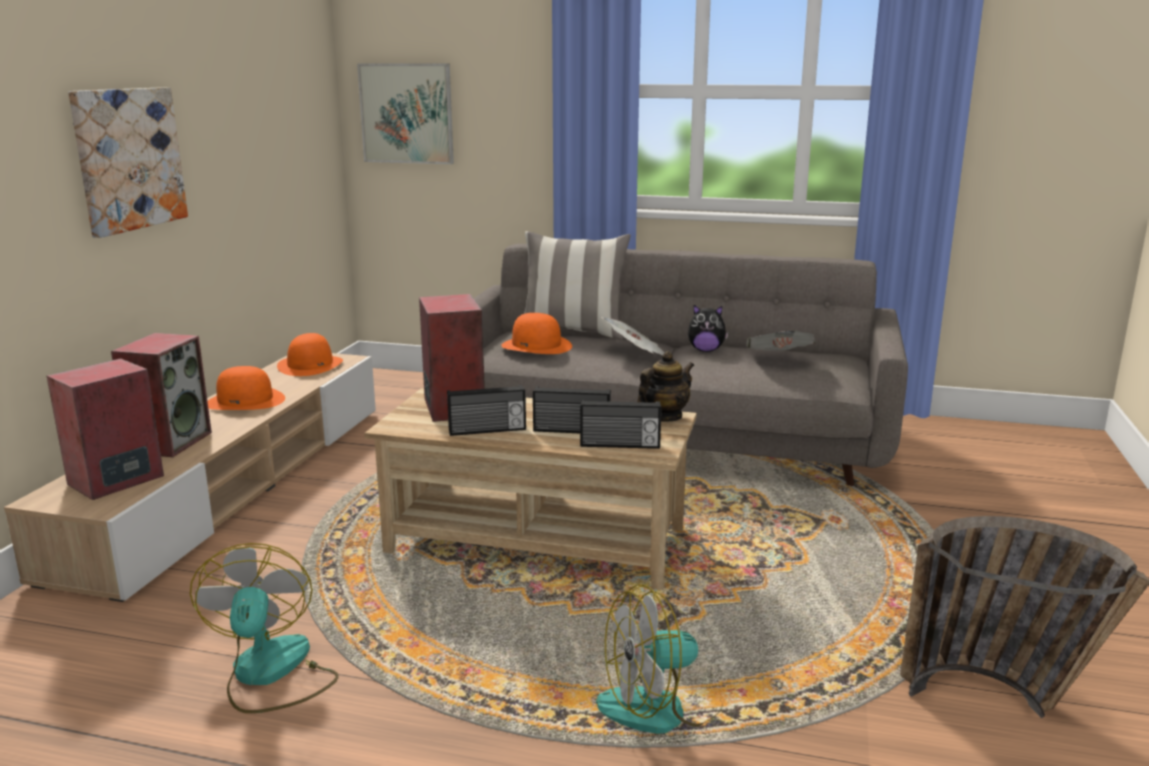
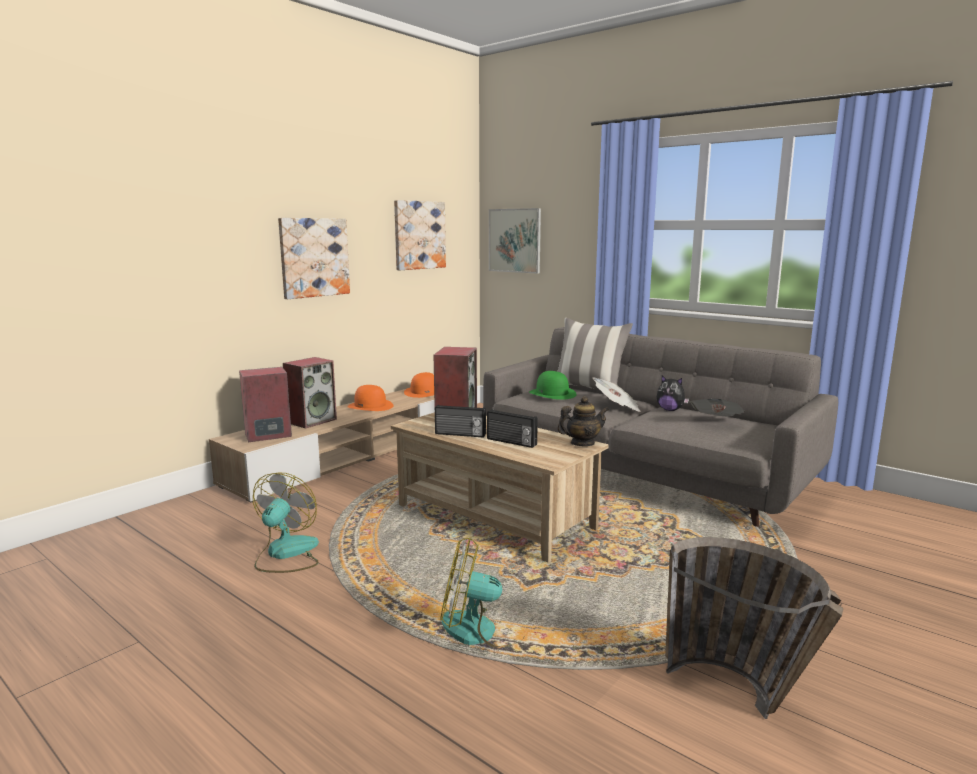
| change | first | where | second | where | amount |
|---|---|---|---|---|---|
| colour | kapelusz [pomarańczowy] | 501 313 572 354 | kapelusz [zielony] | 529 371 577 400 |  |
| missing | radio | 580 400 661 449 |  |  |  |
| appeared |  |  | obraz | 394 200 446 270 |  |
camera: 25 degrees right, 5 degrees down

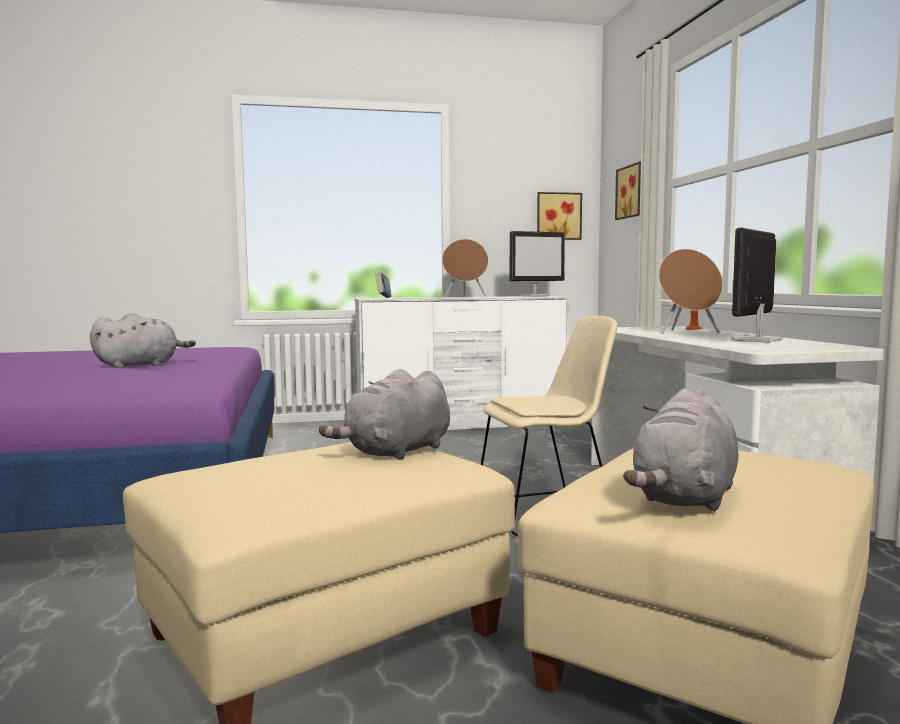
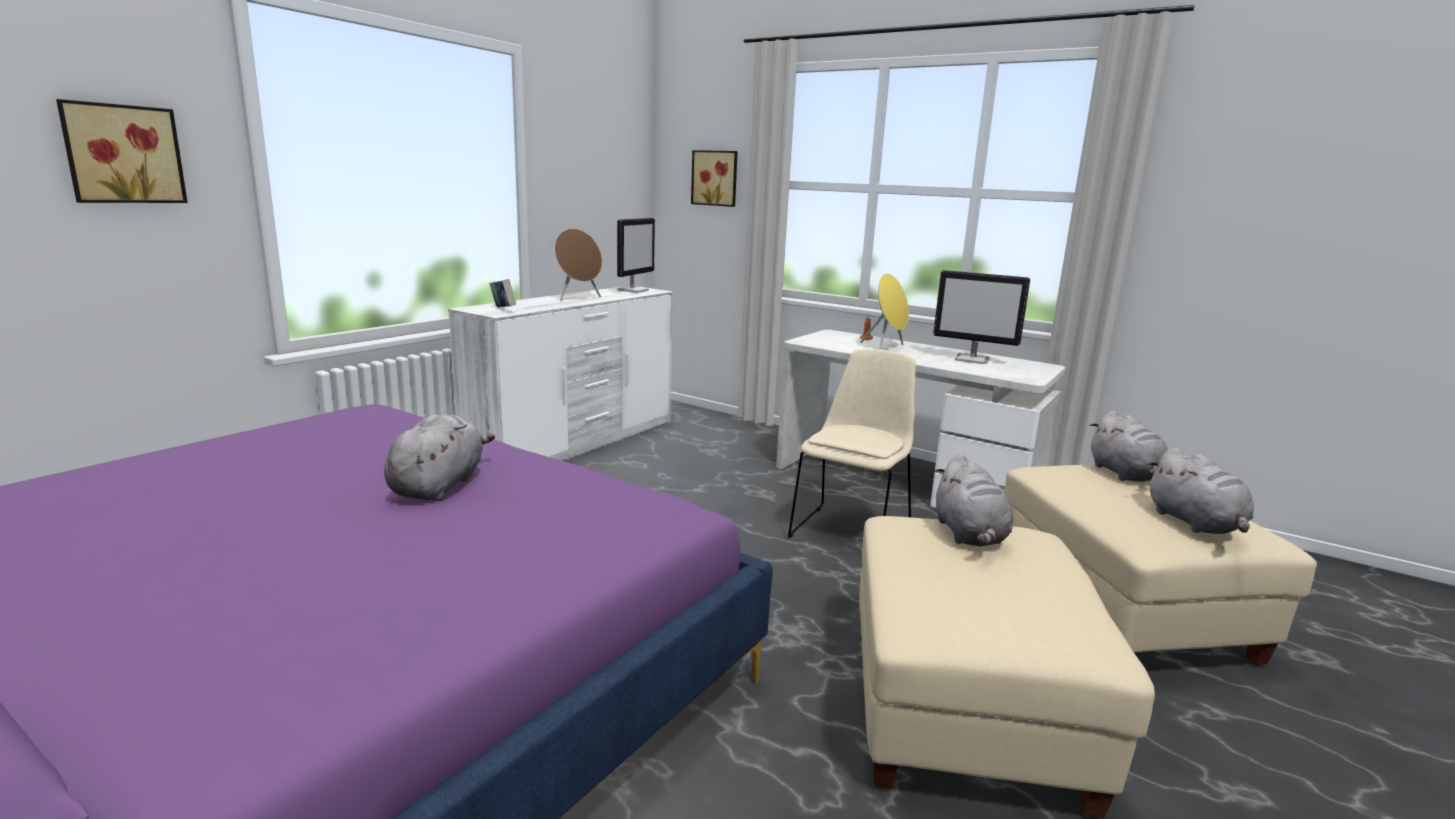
| change | first | where | second | where | amount |
|---|---|---|---|---|---|
| relocated | obraz | 537 192 582 240 |  | 56 99 188 203 |  |
| spun | monitor | 732 228 782 343 |  | 933 270 1030 364 | 60 degrees counterclockwise |
| colour | głośnik [brązowy] | 659 249 723 334 | głośnik [żółty] | 860 274 909 349 |  |
| appeared |  |  | pluszak [szary] | 1090 411 1168 482 |  |
camera: 45 degrees left, 10 degrees up

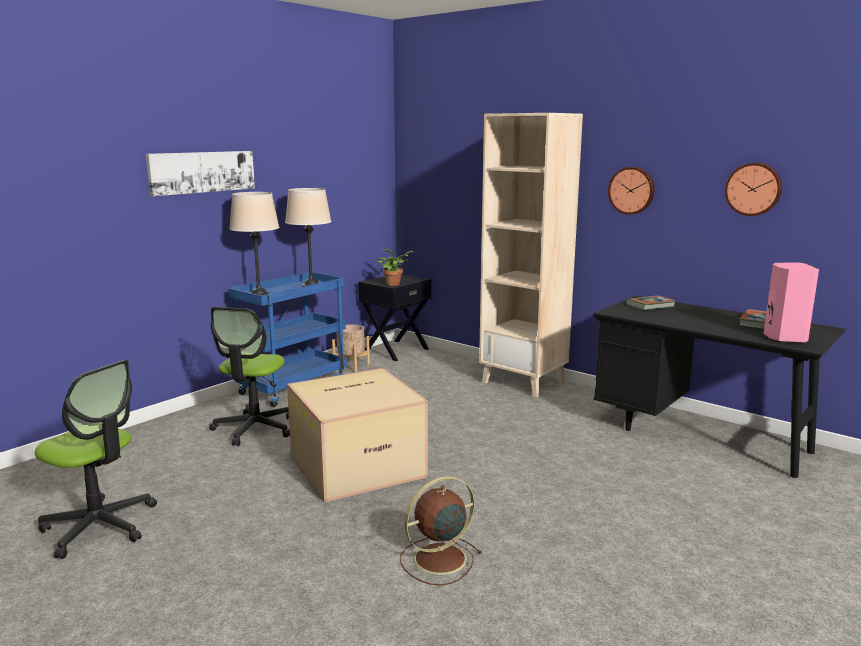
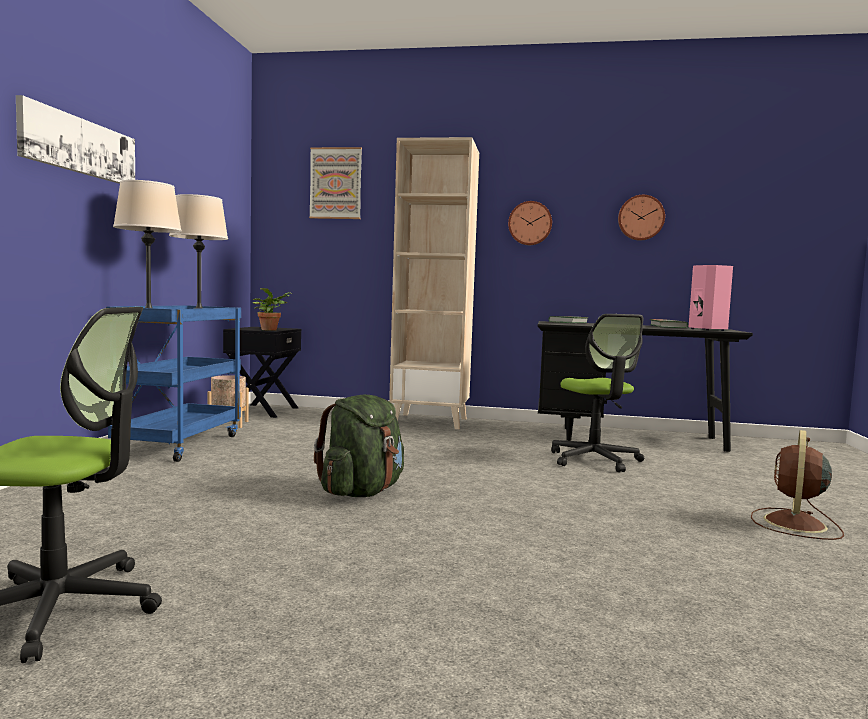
| change | first | where | second | where | amount |
|---|---|---|---|---|---|
| relocated | krzesło biurowe | 209 307 290 446 |  | 551 314 644 472 |  |
| exchanged | karton | 287 368 428 503 | plecak [zielony] | 314 395 404 497 |  |
| relocated | wentylator [brązowy] | 400 476 482 586 |  | 751 430 844 540 |  |
| appeared |  |  | obraz | 309 147 362 219 |  |
camera: 30 degrees left, 10 degrees down

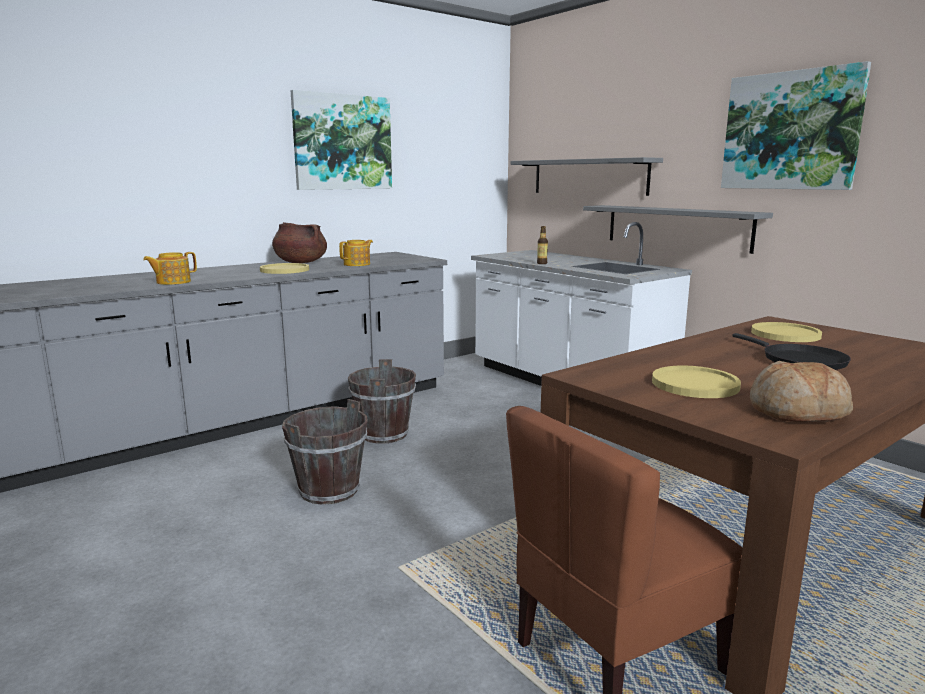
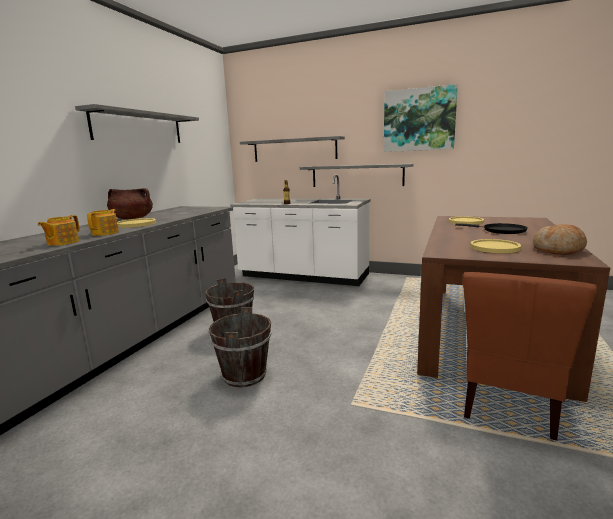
| change | first | where | second | where | amount |
|---|---|---|---|---|---|
| exchanged | obraz | 291 90 392 190 | półka [szary] | 75 104 199 143 |  |
| relocated | imbryk | 339 240 373 266 |  | 87 209 119 236 |  |
camera: 30 degrees left, 0 degrees up

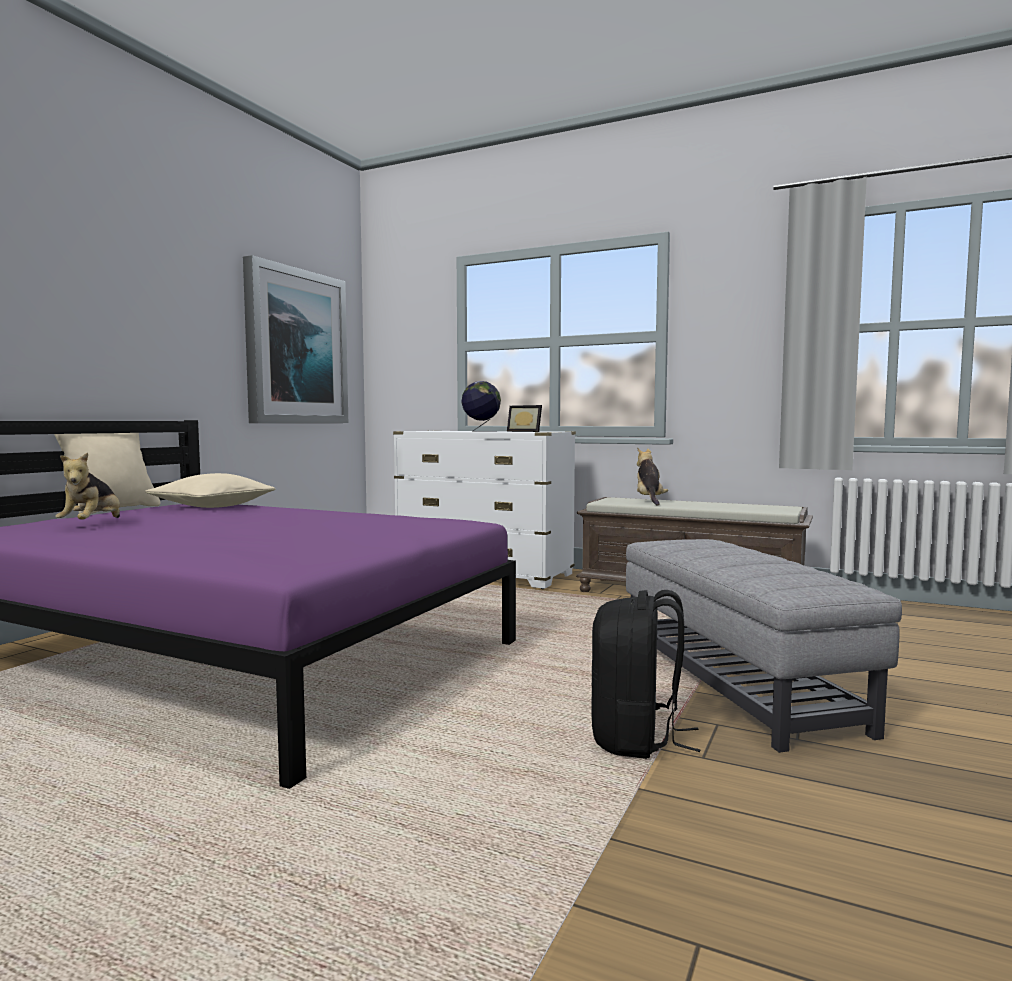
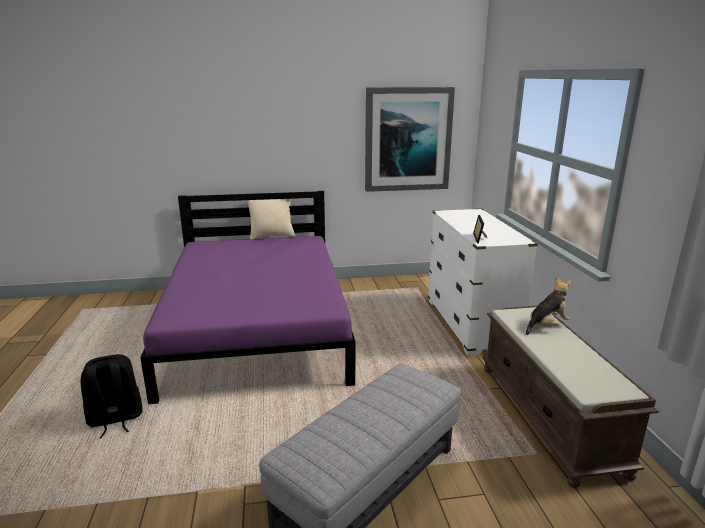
| change | first | where | second | where | amount |
|---|---|---|---|---|---|
| missing | globus | 461 381 501 432 |  |  |  |
| missing | pluszak | 55 452 120 520 |  |  |  |
| missing | poduszka [beżowy] | 145 473 275 508 |  |  |  |
| relocated | plecak [czarny] | 592 590 701 759 |  | 81 354 143 438 |  |
camera: 55 degrees right, 15 degrees up

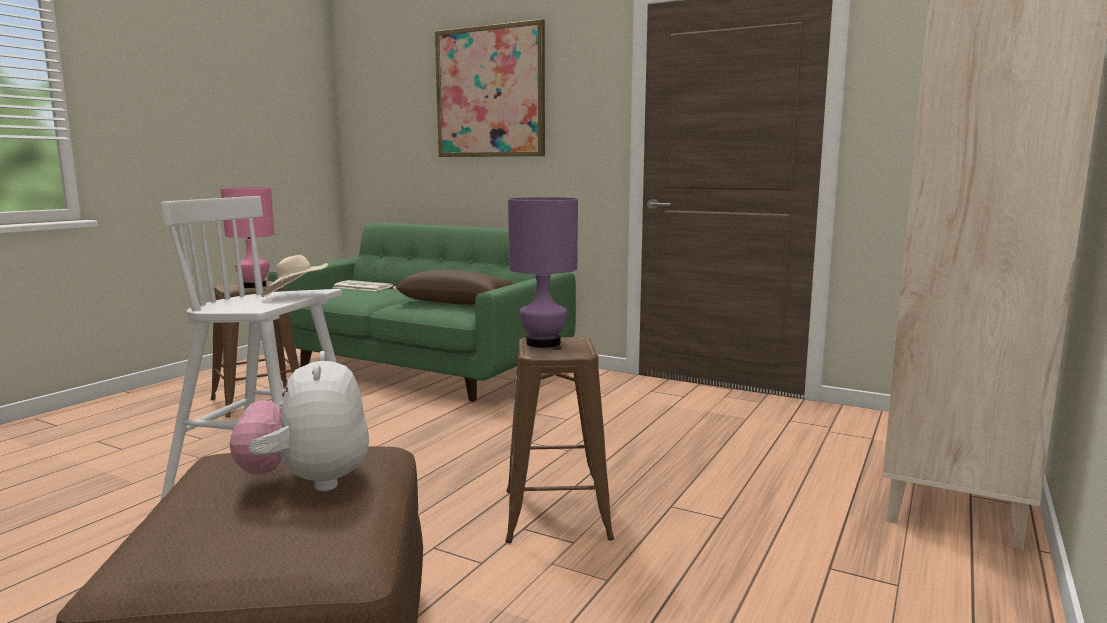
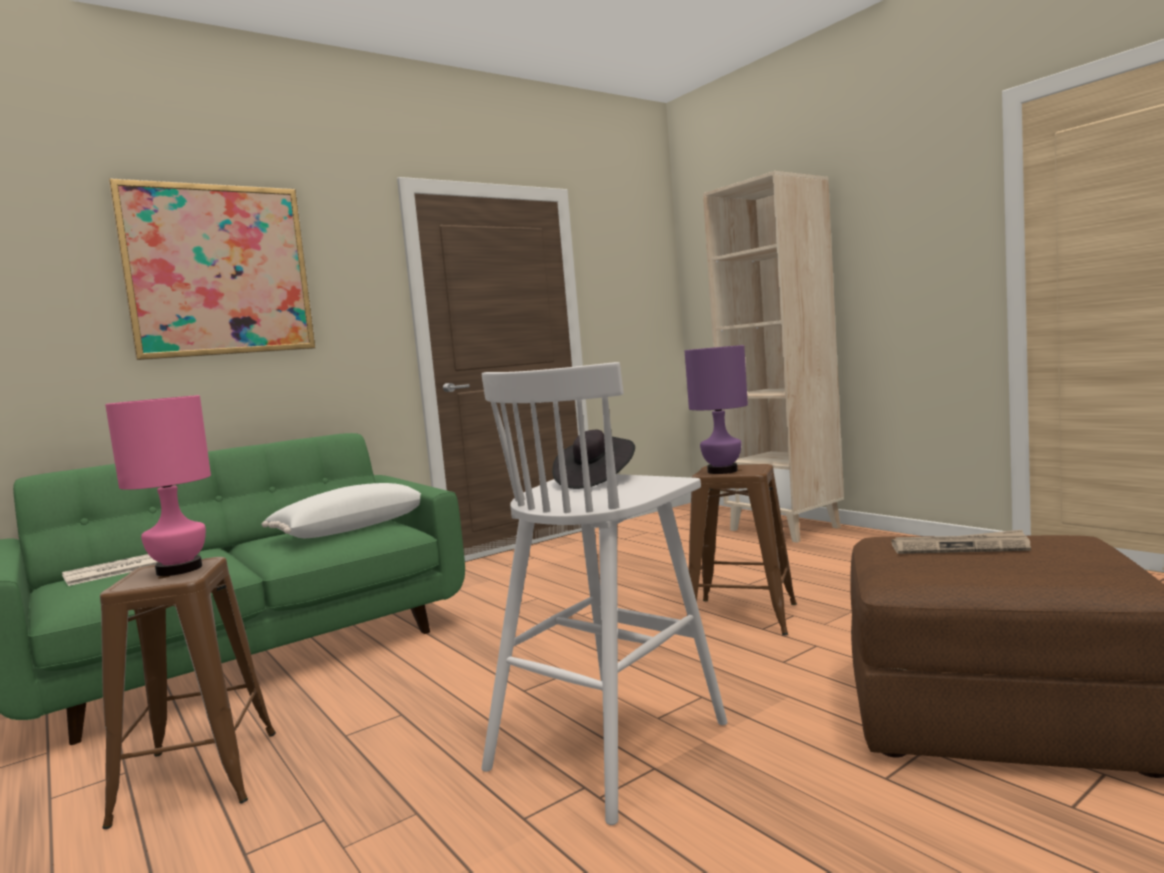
| change | first | where | second | where | amount |
|---|---|---|---|---|---|
| colour | kapelusz [beżowy] | 261 255 329 297 | kapelusz [czarny] | 552 430 635 489 |  |
| colour | poduszka [brązowy] | 393 270 516 305 | poduszka [biały] | 262 483 421 538 |  |
| exchanged | pluszak | 230 351 369 491 | gazeta | 891 530 1031 554 |  |
camera: 65 degrees left, 5 degrees down

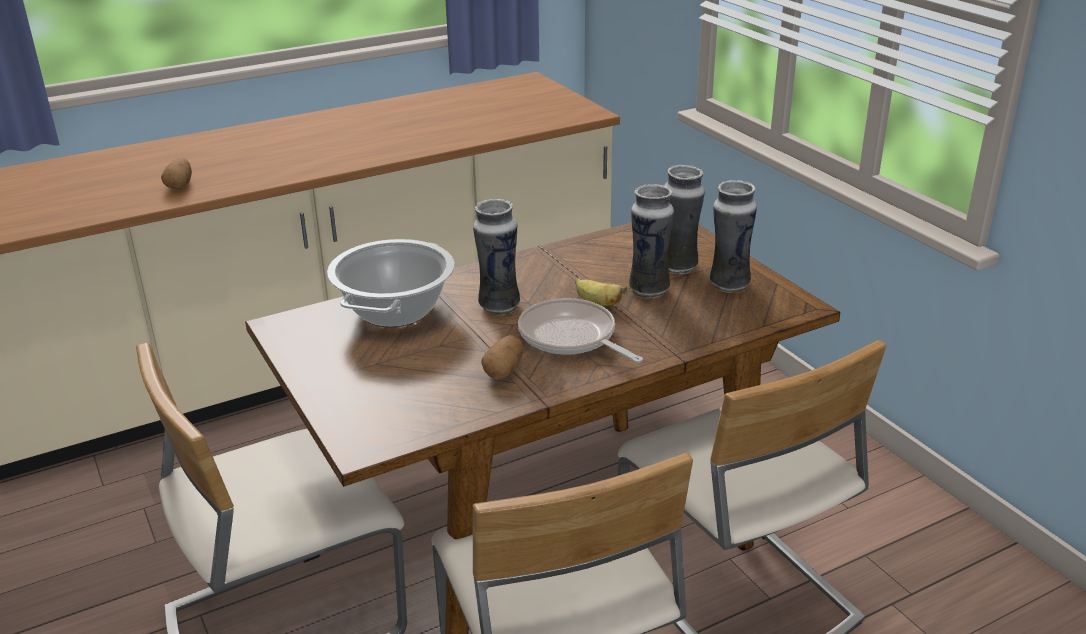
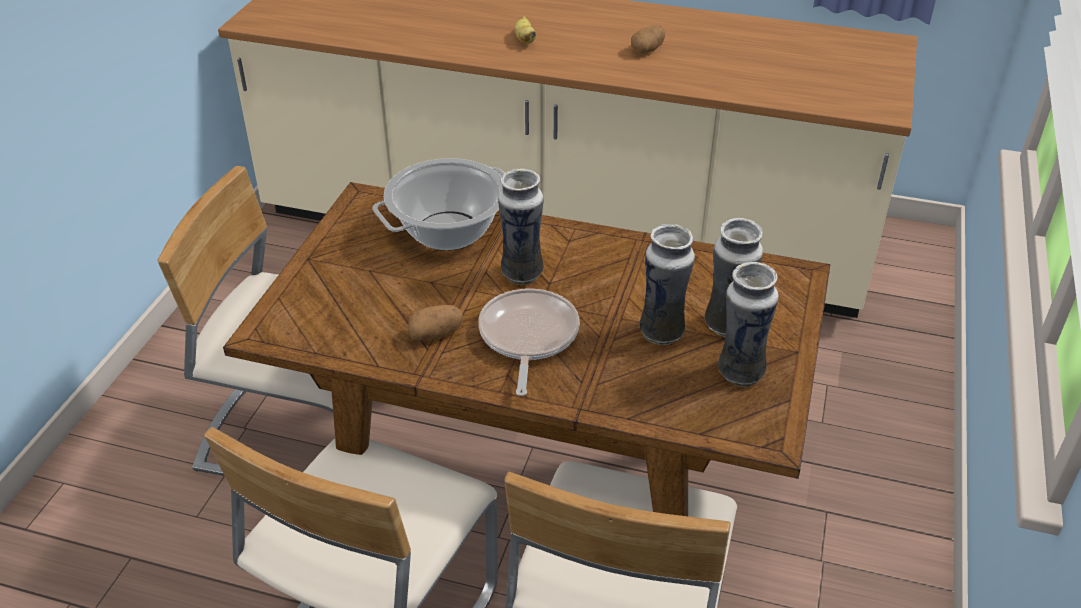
| change | first | where | second | where | amount |
|---|---|---|---|---|---|
| relocated | ziemniak | 161 158 192 189 |  | 631 25 665 54 |  |
| relocated | banan | 575 278 627 306 |  | 515 16 536 44 |  |
camera: 45 degrees right, 10 degrees up

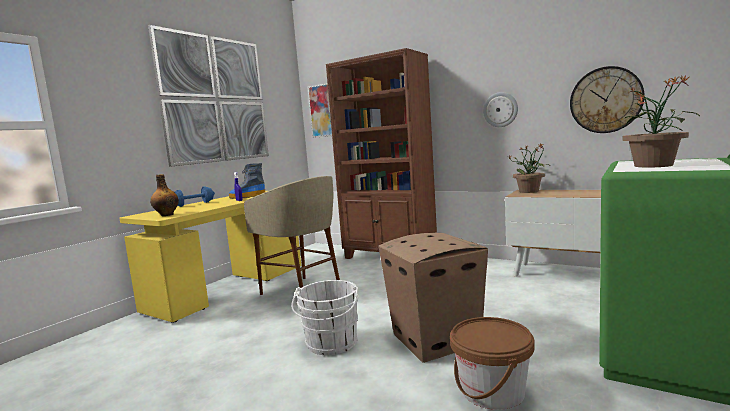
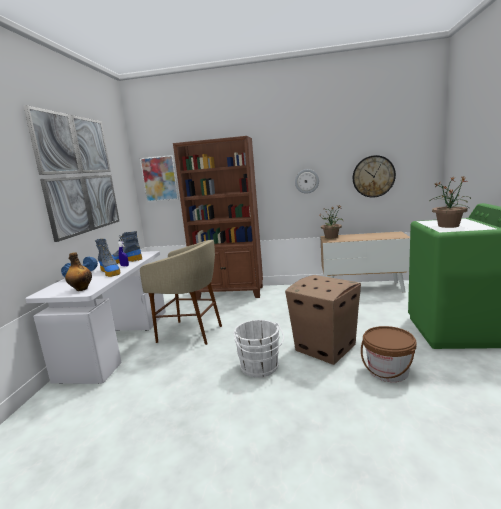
| change | first | where | second | where | amount |
|---|---|---|---|---|---|
| colour | biurko [żółty] | 119 191 301 322 | biurko [biały] | 25 251 166 384 |  |
| appeared |  |  | but z cholewką | 95 239 121 277 |  |
camera: 25 degrees left, 5 degrees up

